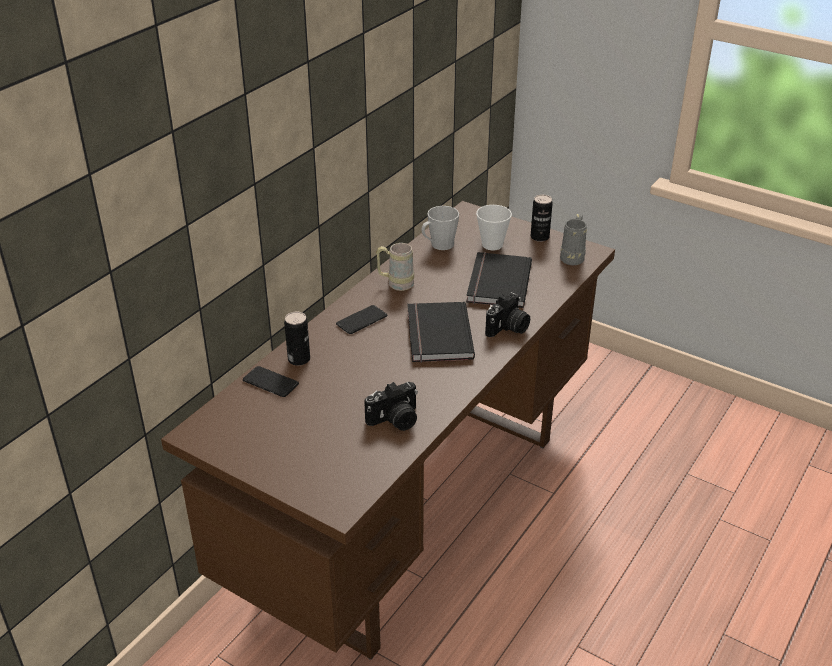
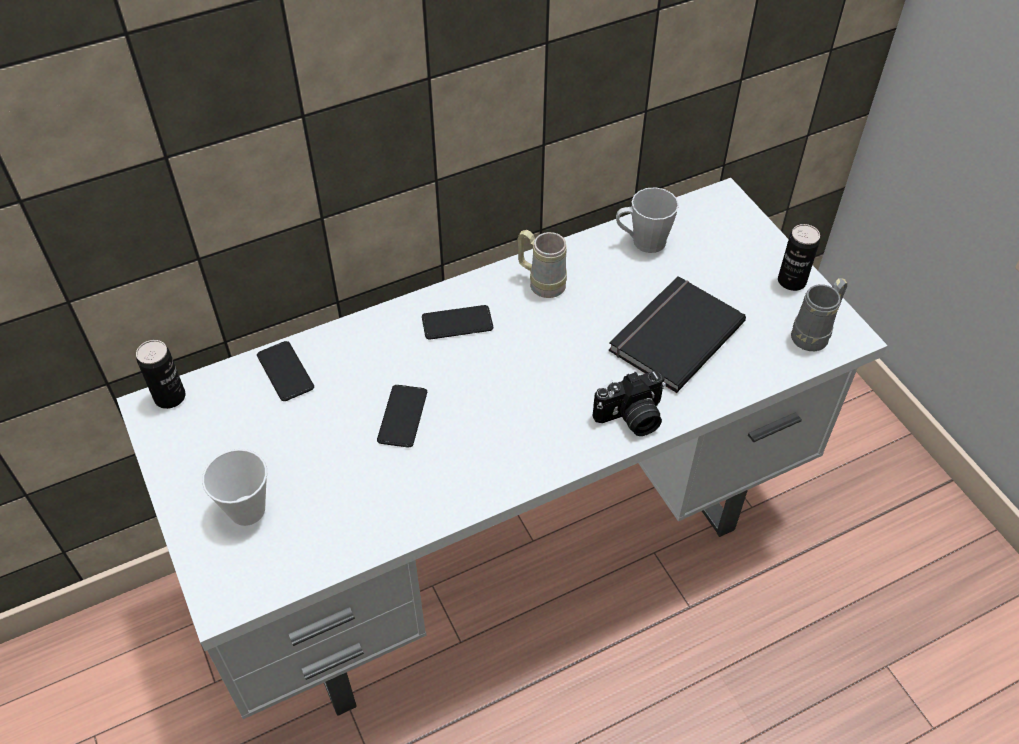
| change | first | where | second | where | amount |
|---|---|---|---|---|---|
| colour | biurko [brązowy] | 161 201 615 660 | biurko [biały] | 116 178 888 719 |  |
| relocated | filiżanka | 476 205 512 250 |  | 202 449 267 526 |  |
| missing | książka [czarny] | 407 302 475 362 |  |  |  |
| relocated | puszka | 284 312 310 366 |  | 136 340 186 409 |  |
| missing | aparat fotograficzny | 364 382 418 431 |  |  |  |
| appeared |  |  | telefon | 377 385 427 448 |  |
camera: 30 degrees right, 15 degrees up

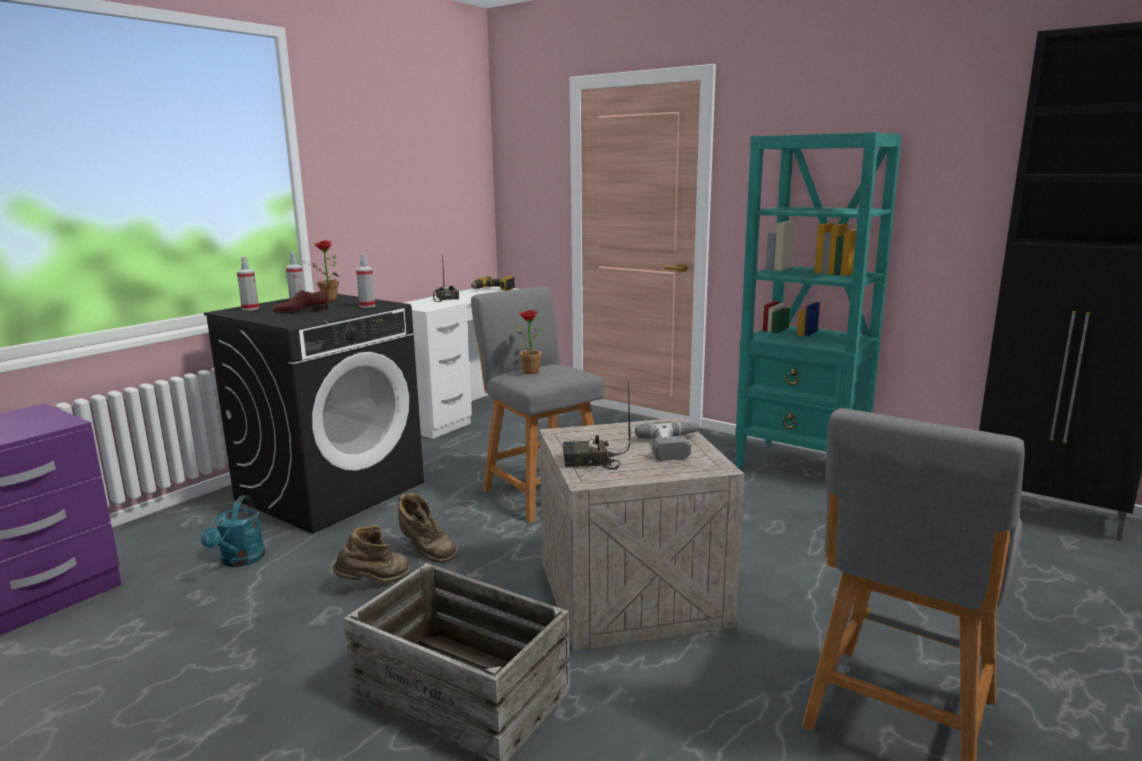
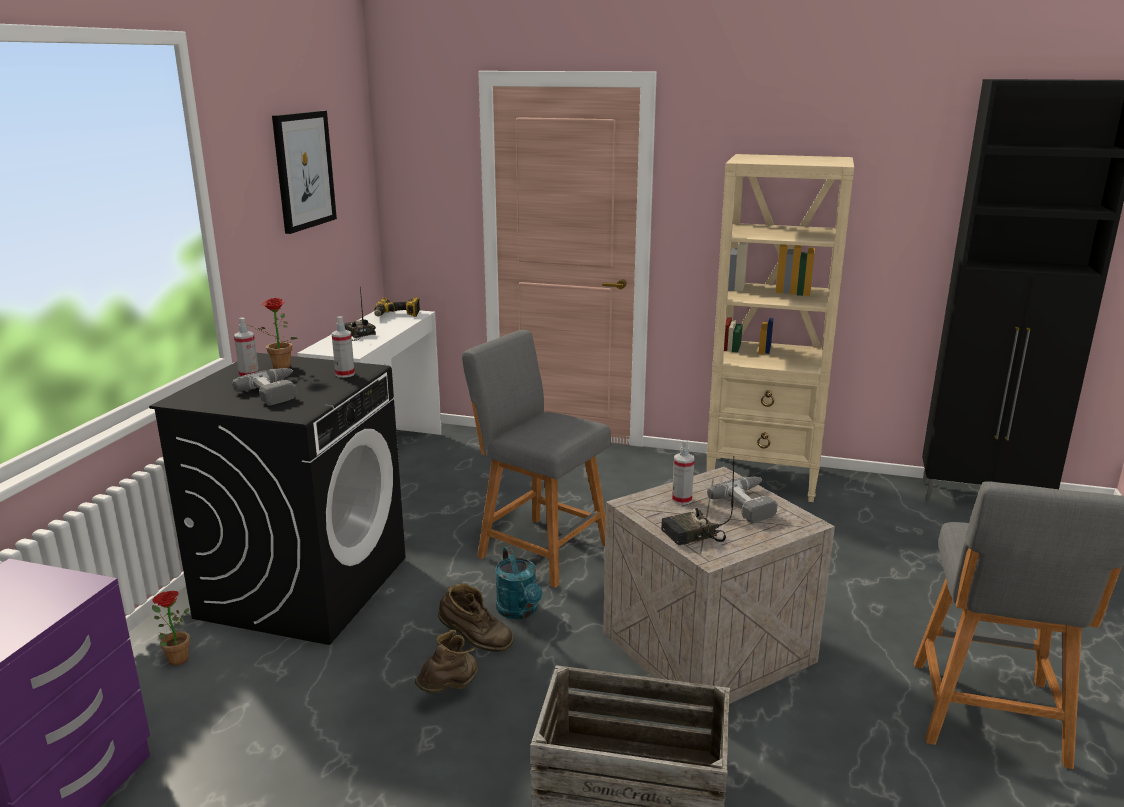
| change | first | where | second | where | amount |
|---|---|---|---|---|---|
| colour | regał [turkusowy] | 735 132 902 468 | regał [beżowy] | 707 154 854 502 |  |
| relocated | spryskiwacz | 237 257 259 310 |  | 672 440 694 505 |  |
| exchanged | but [brązowy] | 273 290 328 313 | wiertarka | 232 368 297 405 |  |
| relocated | roślina doniczkowa | 516 310 545 374 |  | 152 591 190 665 |  |
| relocated | konewka [turkusowy] | 201 495 265 567 |  | 495 546 542 619 |  |
| appeared |  |  | obraz | 272 111 337 234 |  |
camera: 20 degrees left, 5 degrees up

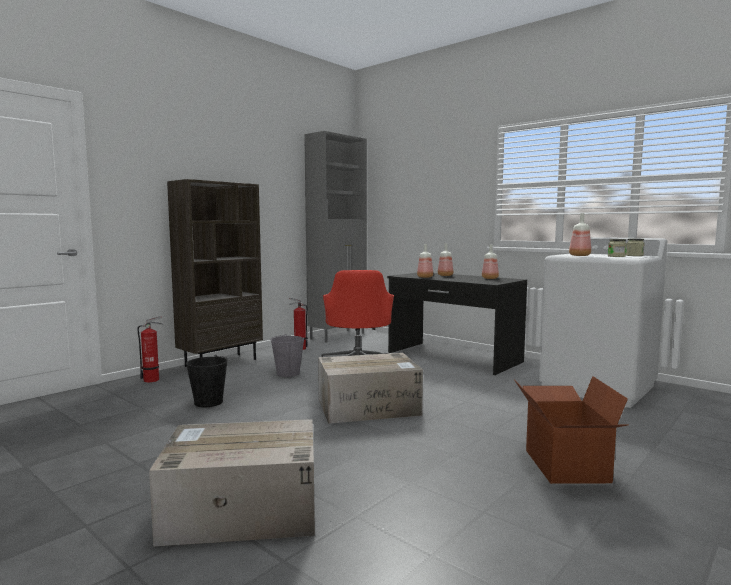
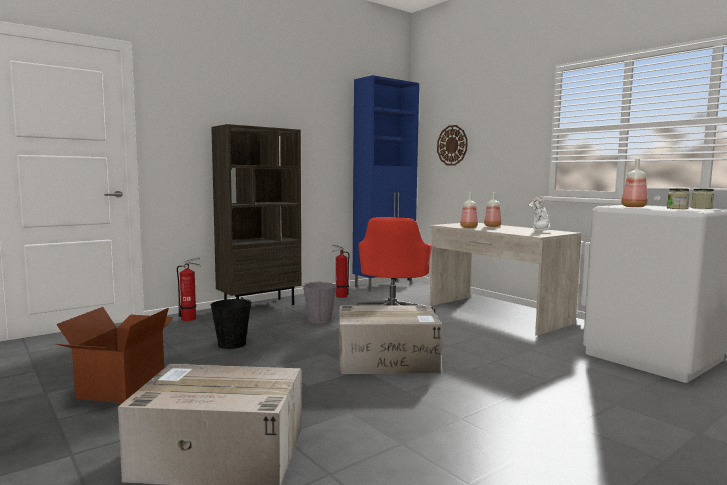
| change | first | where | second | where | amount |
|---|---|---|---|---|---|
| colour | szafka [szary] | 304 131 367 343 | szafka [niebieski] | 353 75 419 292 |  |
| exchanged | butelka | 482 244 499 279 | but z cholewką [biały] | 528 197 551 232 |  |
| colour | biurko [czarny] | 387 273 527 375 | biurko [beżowy] | 430 223 582 336 |  |
| relocated | karton | 514 376 628 484 |  | 56 307 173 403 |  |
| appeared |  |  | zegar ścienny | 437 125 468 166 |  |
camera: 10 degrees right, 0 degrees up

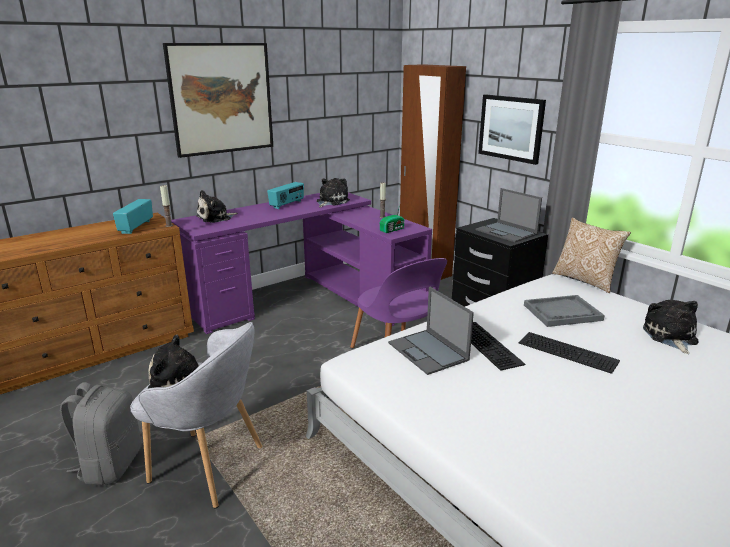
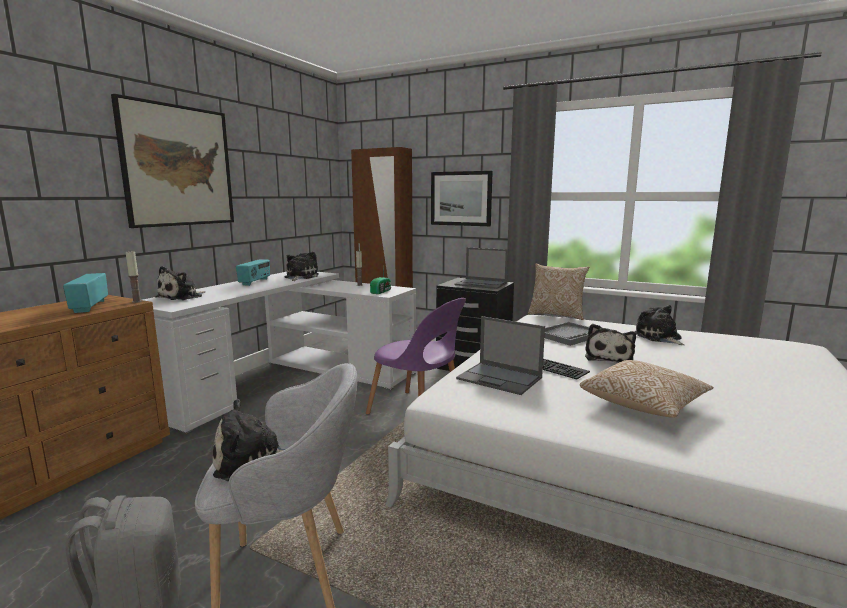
| change | first | where | second | where | amount |
|---|---|---|---|---|---|
| colour | biurko [fioletowy] | 171 192 432 334 | biurko [biały] | 143 272 416 435 |  |
| exchanged | klawiatura | 519 332 620 374 | pluszak | 585 324 636 363 |  |
| appeared |  |  | poduszka | 580 360 713 418 |  |
camera: 25 degrees left, 10 degrees down

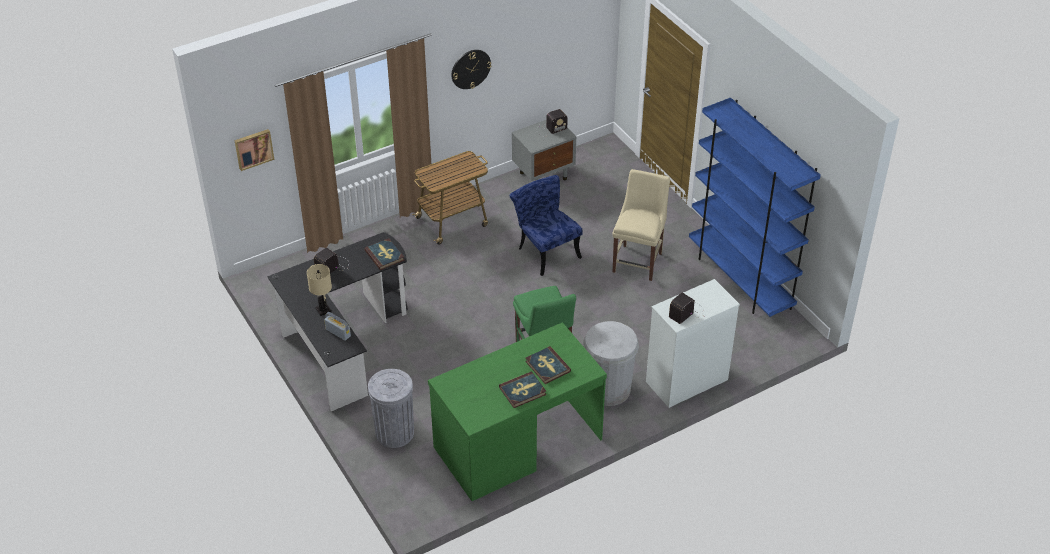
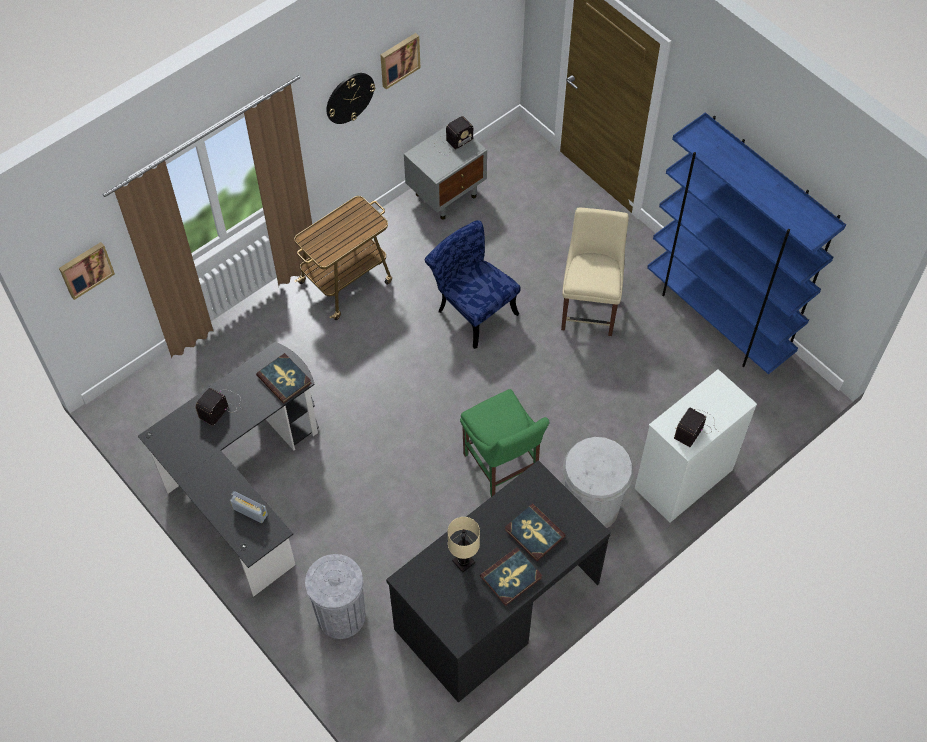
| change | first | where | second | where | amount |
|---|---|---|---|---|---|
| relocated | lampa stołowa [beżowy] | 307 264 332 316 |  | 448 517 480 573 |  |
| colour | biurko [zielony] | 428 322 607 501 | biurko [czarny] | 386 460 611 702 |  |
| appeared |  |  | obraz | 380 33 420 89 |  |
camera: 10 degrees left, 15 degrees up

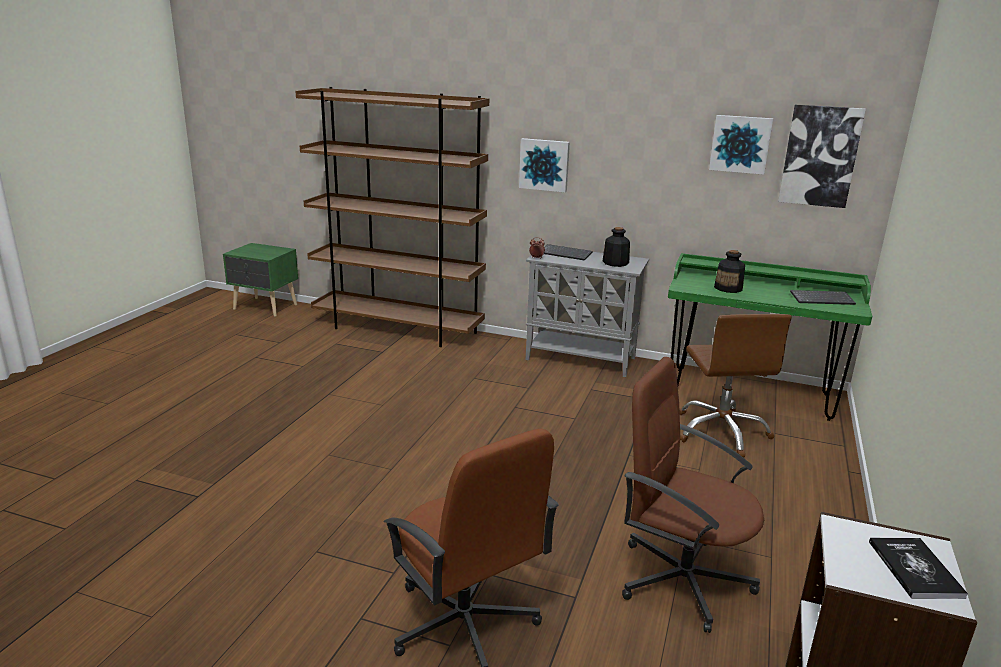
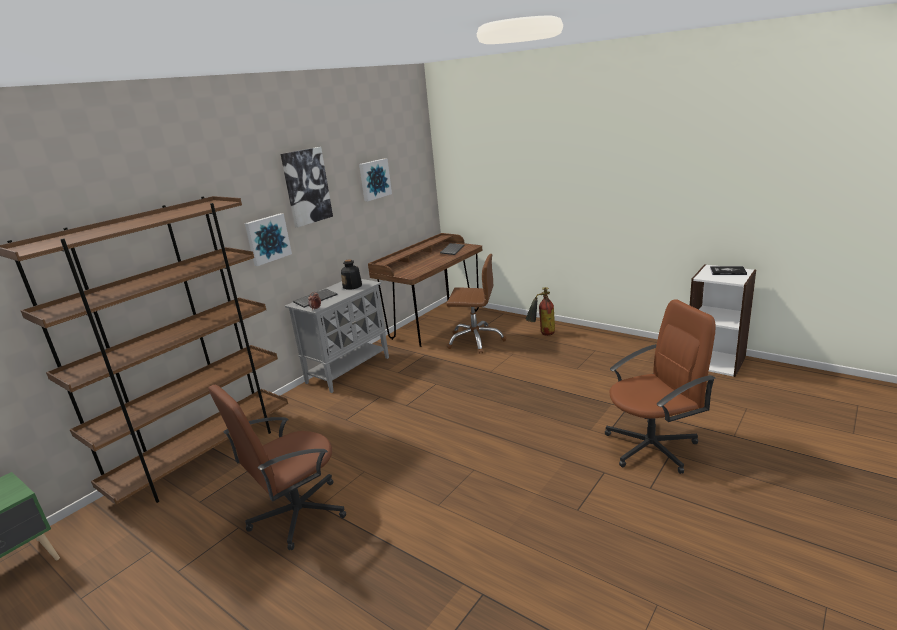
| change | first | where | second | where | amount |
|---|---|---|---|---|---|
| relocated | obraz | 778 105 866 208 |  | 281 147 333 227 |  |
| missing | butelka | 714 250 745 293 |  |  |  |
| colour | biurko [zielony] | 668 253 872 421 | biurko [brązowy] | 368 233 483 347 |  |
| relocated | krzesło biurowe [brązowy] | 622 357 764 633 |  | 208 385 346 550 |  |
| appeared |  |  | gaśnica | 526 287 555 336 |  |
camera: 70 degrees left, 0 degrees up

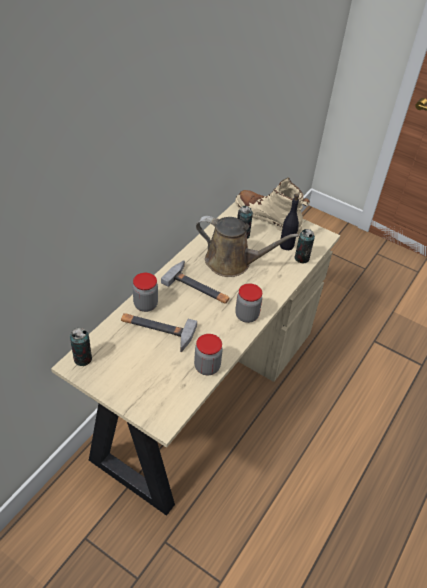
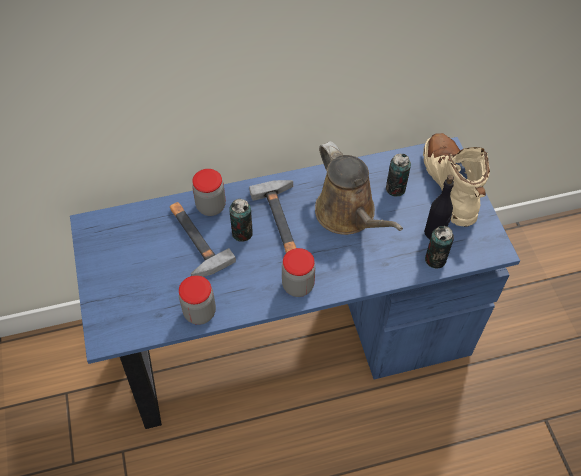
| change | first | where | second | where | amount |
|---|---|---|---|---|---|
| colour | biurko [beżowy] | 51 202 340 516 | biurko [niebieski] | 70 137 520 429 |  |
| relocated | puszka | 70 328 92 366 |  | 229 199 253 242 |  |
camera: 45 degrees right, 10 degrees up

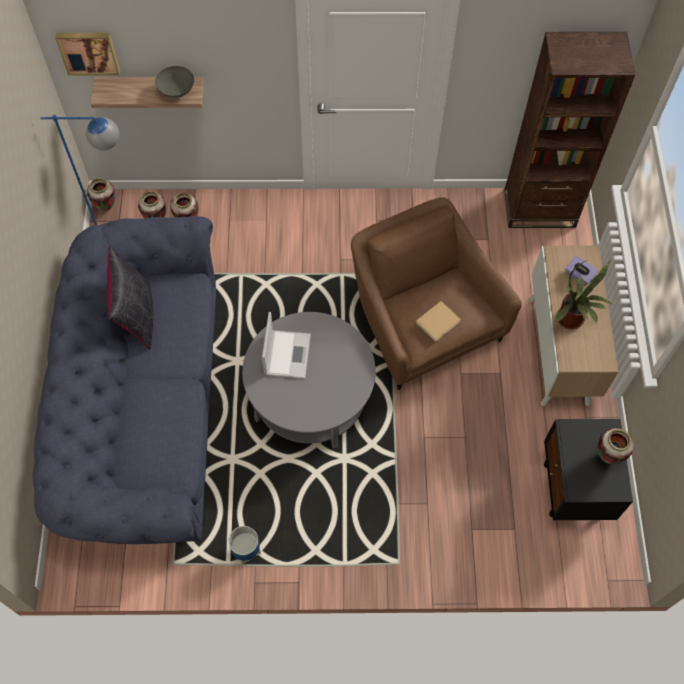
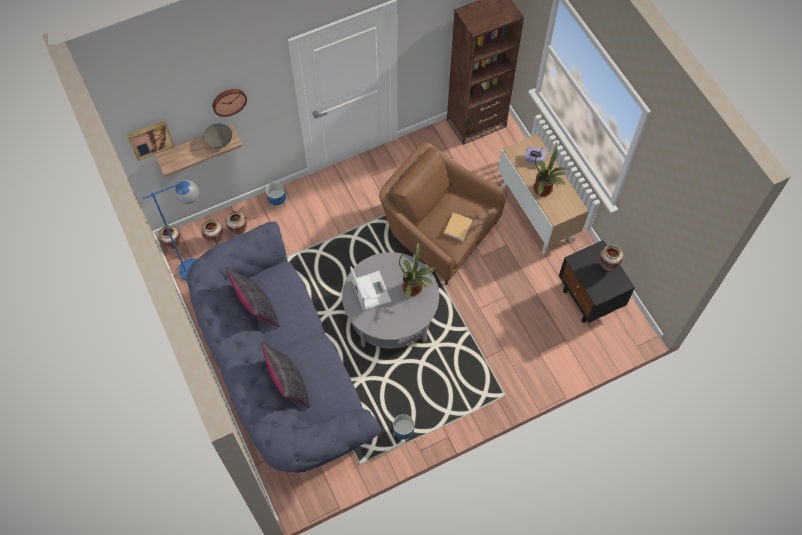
| change | first | where | second | where | amount |
|---|---|---|---|---|---|
| appeared |  |  | zegar ścienny | 212 89 247 117 |  |
| appeared |  |  | donica | 266 182 286 210 |  |
| appeared |  |  | roślina doniczkowa | 399 243 436 299 |  |
| appeared |  |  | poduszka [czarny] | 261 342 310 408 |  |
camera: 25 degrees left, 0 degrees up

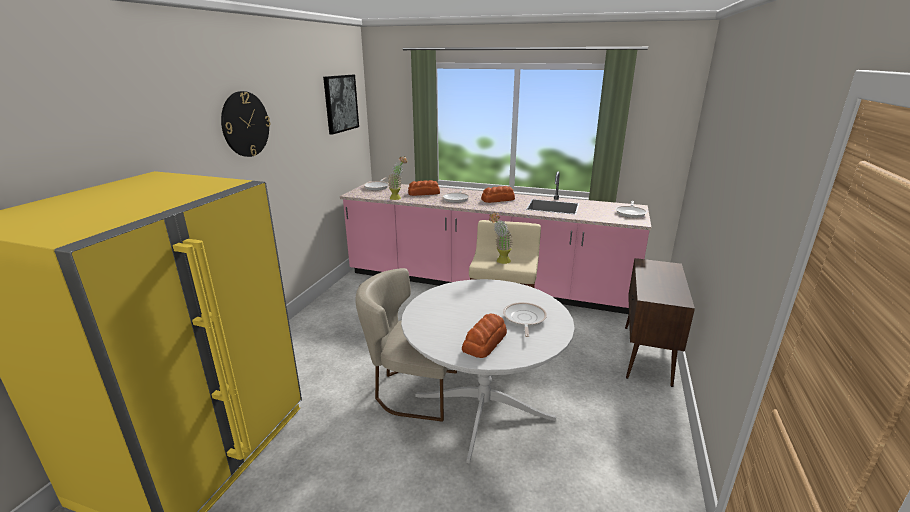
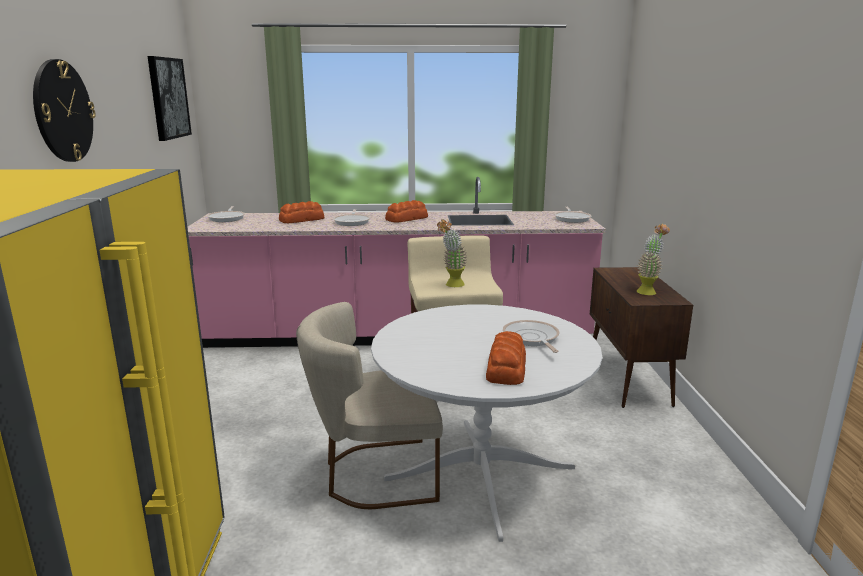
| change | first | where | second | where | amount |
|---|---|---|---|---|---|
| relocated | roślina doniczkowa | 388 156 407 200 |  | 637 224 670 295 |  |
camera: 20 degrees left, 5 degrees down

